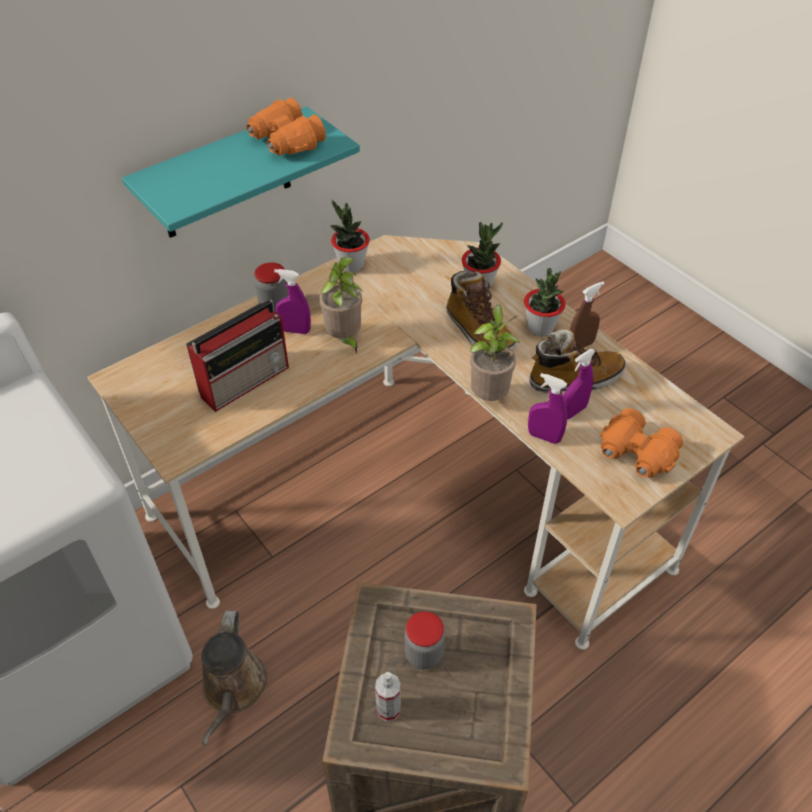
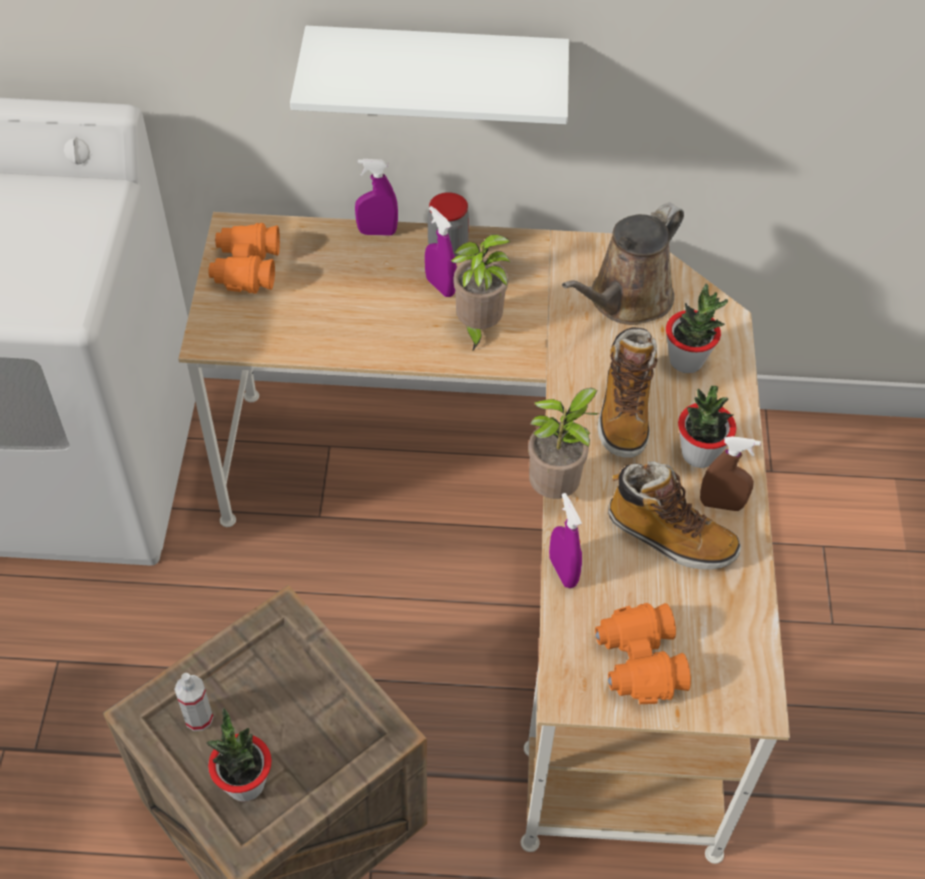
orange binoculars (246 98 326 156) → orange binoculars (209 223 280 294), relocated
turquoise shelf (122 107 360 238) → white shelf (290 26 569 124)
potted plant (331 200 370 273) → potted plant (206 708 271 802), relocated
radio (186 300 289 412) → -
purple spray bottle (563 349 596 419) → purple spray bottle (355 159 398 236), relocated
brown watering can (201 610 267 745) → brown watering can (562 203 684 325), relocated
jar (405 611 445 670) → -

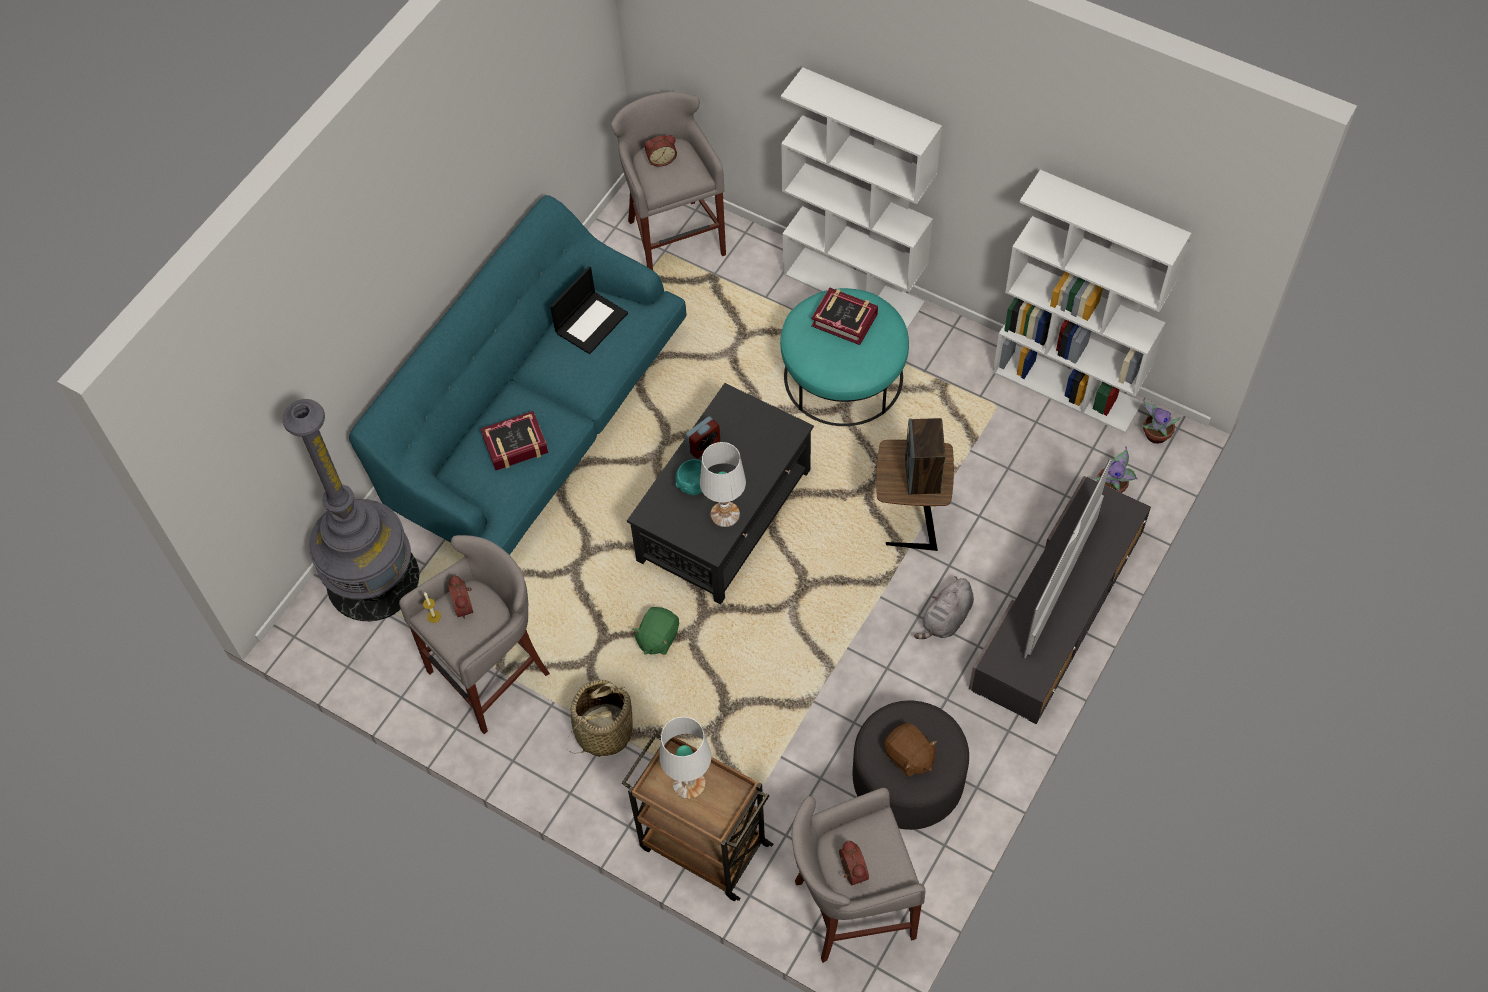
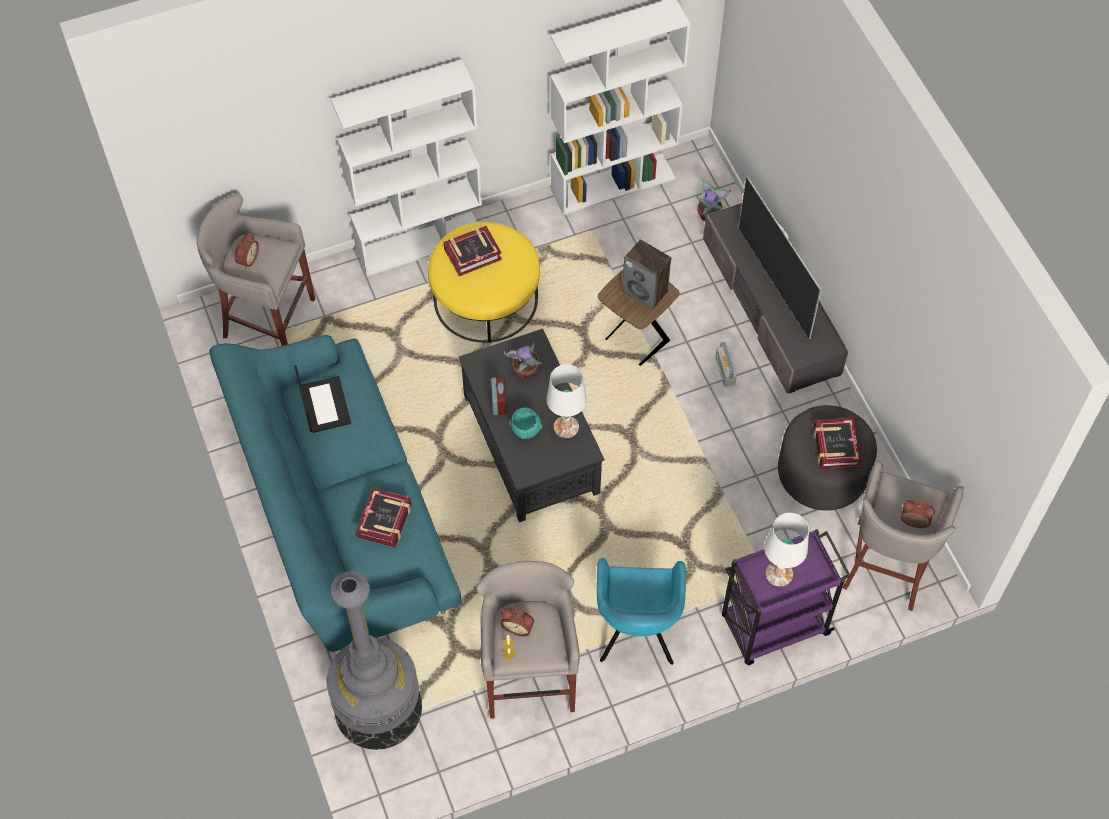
turquoise ottoman (780 288 909 426) → yellow ottoman (428 222 540 343)
potted plant (1142 398 1181 444) → potted plant (504 343 542 378), relocated
grey plush toy (914 576 974 639) → radio (715 342 737 387)
green plush toy (632 607 679 655) → -
basket (568 680 633 757) → turquoise armchair (597 558 686 665)
brown plush toy (884 723 937 777) → book (814 418 861 470)
brown cart (622 732 773 901) → purple cart (722 529 851 665)

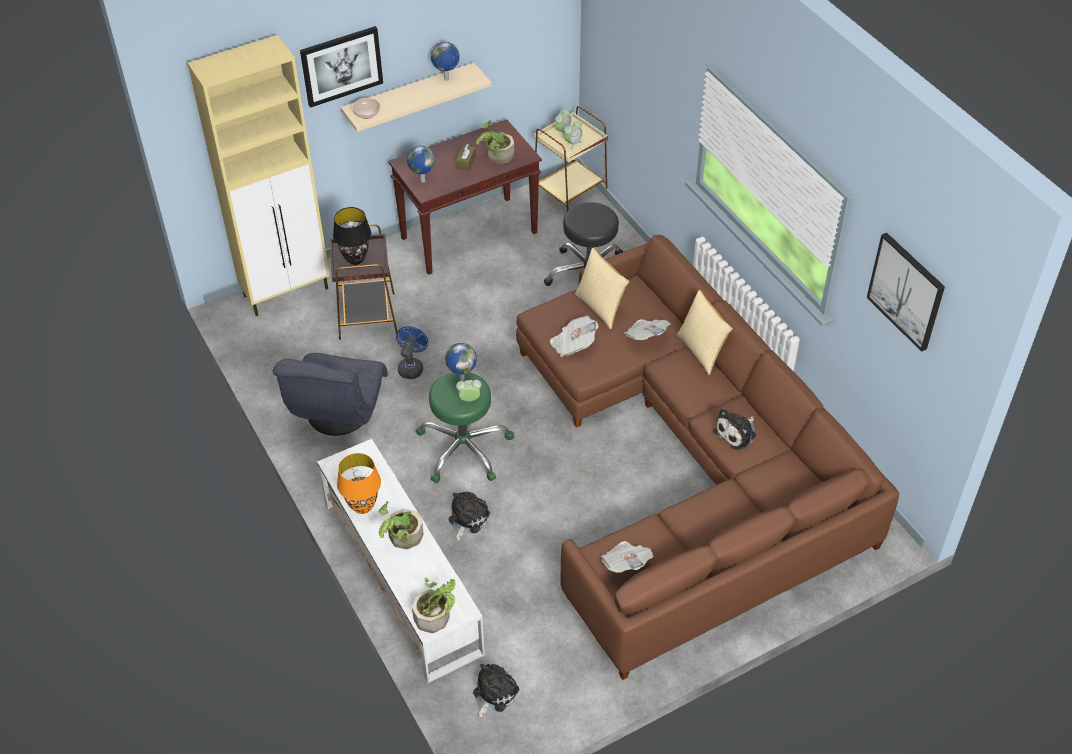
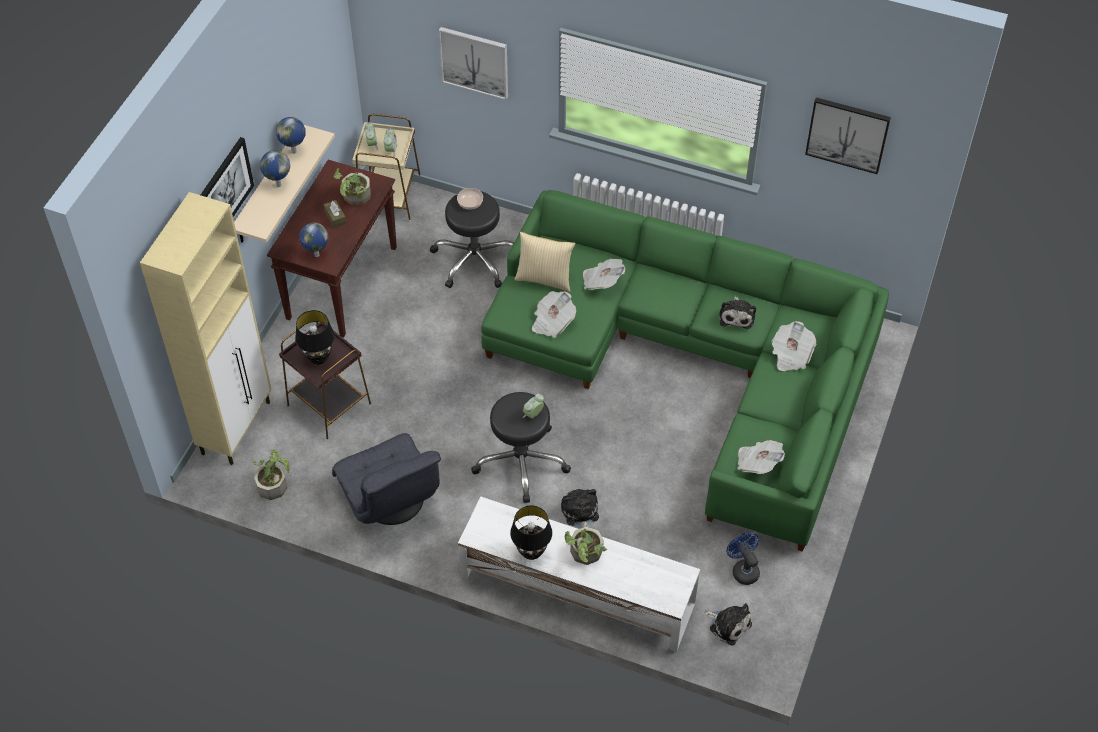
bowl (352 98 380 119) → bowl (457 188 483 210), relocated
brown sofa (516 235 899 680) → green sofa (481 190 889 552)
pillow (677 290 733 375) → -
blue fan (396 326 428 379) → blue fan (727 532 760 585), relocated
globe (445 343 477 381) → globe (260 150 290 187), relocated
green stool (416 372 514 483) → black stool (471 392 571 503)
orange table lamp (337 453 381 514) → black table lamp (510 505 552 560)
potted plant (412 577 456 633) → potted plant (252 449 290 500), relocated
plush toy (473 664 519 719) → plush toy (704 603 752 646), 135 degrees clockwise
- → picture (438 27 508 100)
- → newspaper (772 321 817 371)

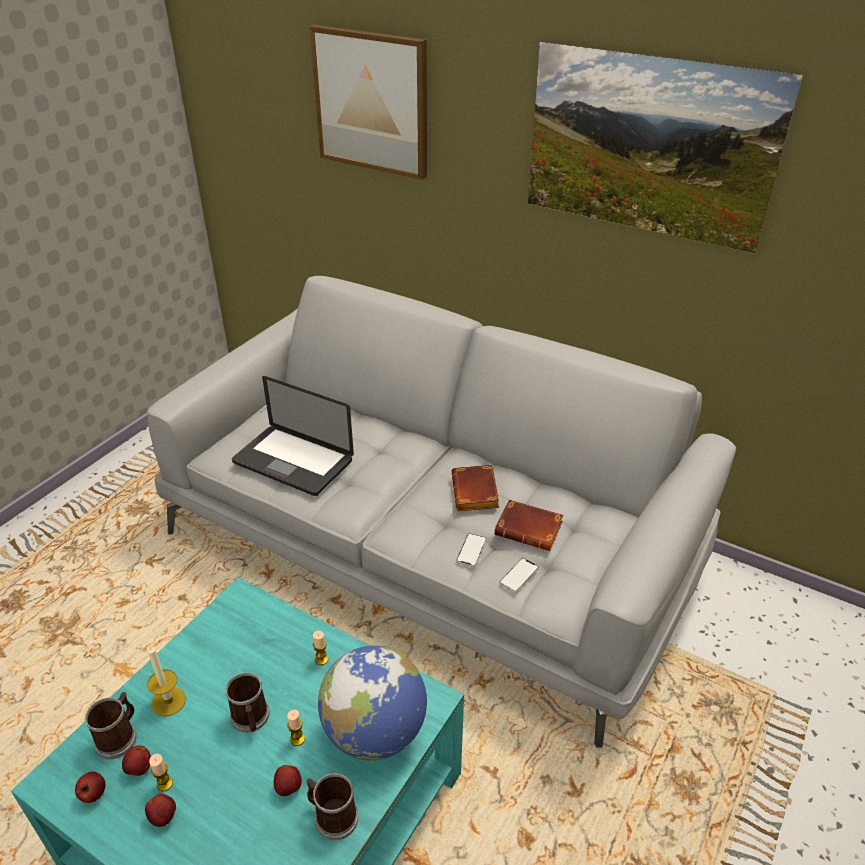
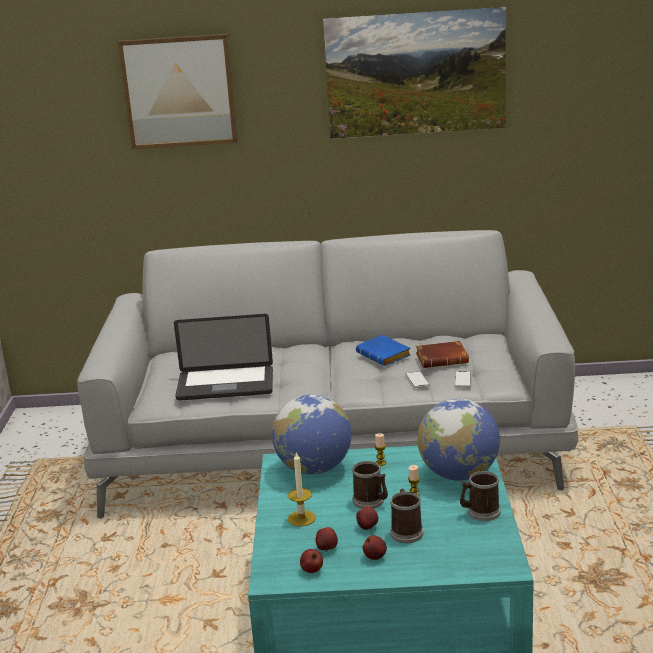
brown book (452 465 499 511) → blue book (356 335 411 366)
mug (85 692 137 759) → mug (390 489 423 543), relocated
candle (149 754 173 791) → -
apple (274 765 302 796) → apple (356 506 378 530), relocated
- → globe (272 394 351 474)

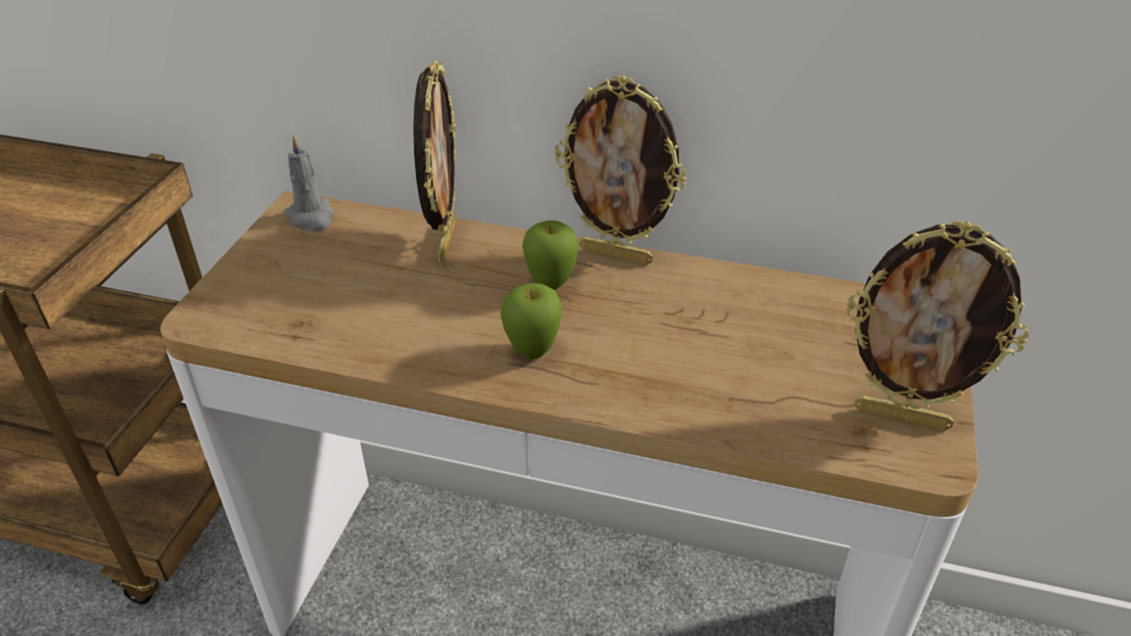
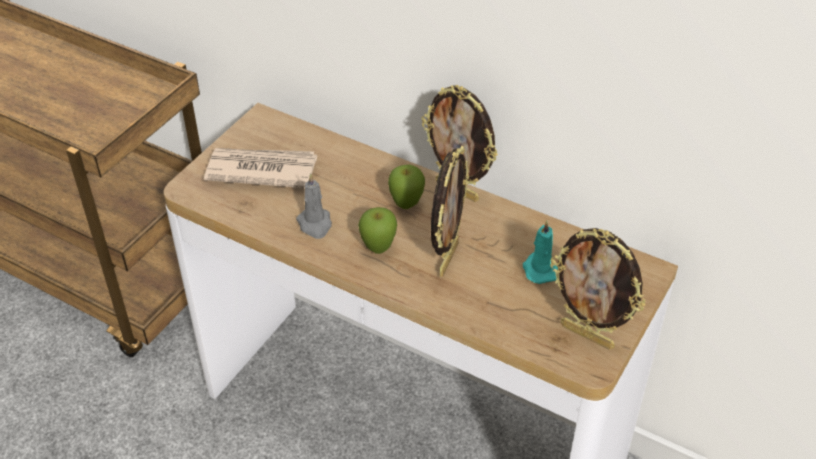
picture frame (413 60 456 263) → picture frame (431 146 469 276), relocated
grey candle (283 135 334 232) → grey candle (296 173 332 239), relocated
- → newspaper (204 148 317 188)
- → turquoise candle (523 220 558 284)

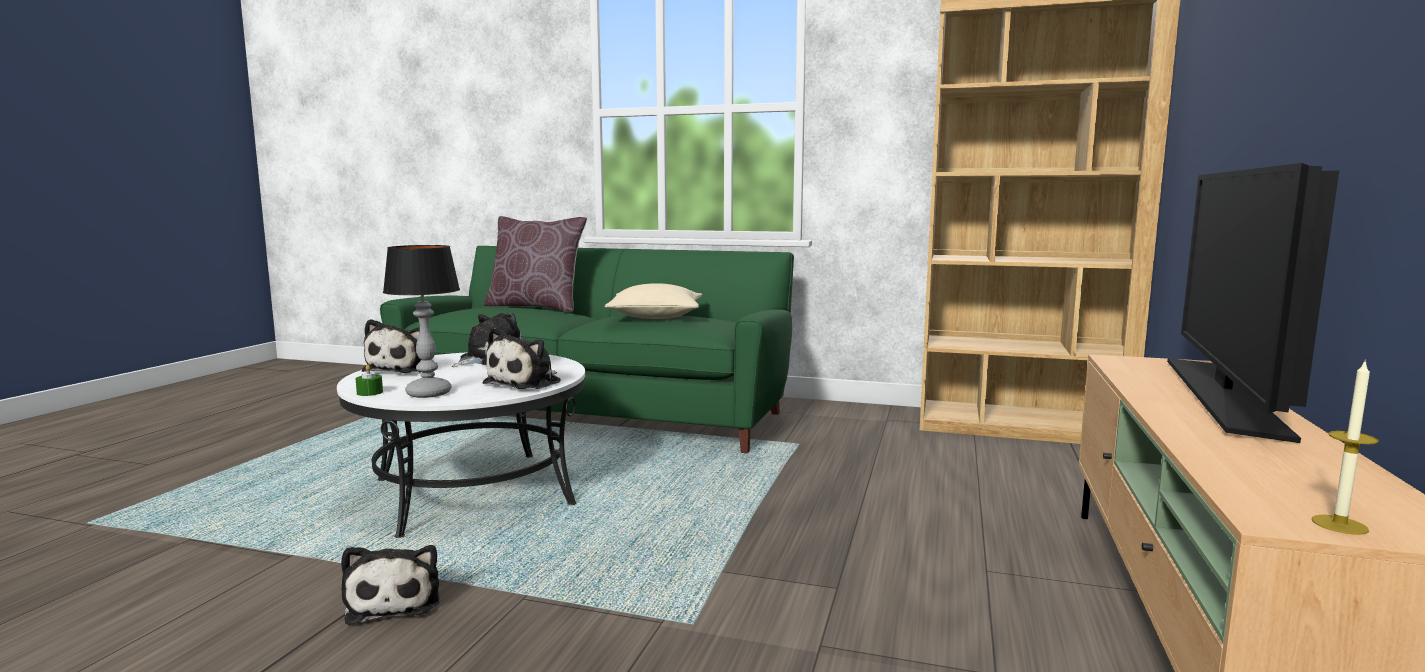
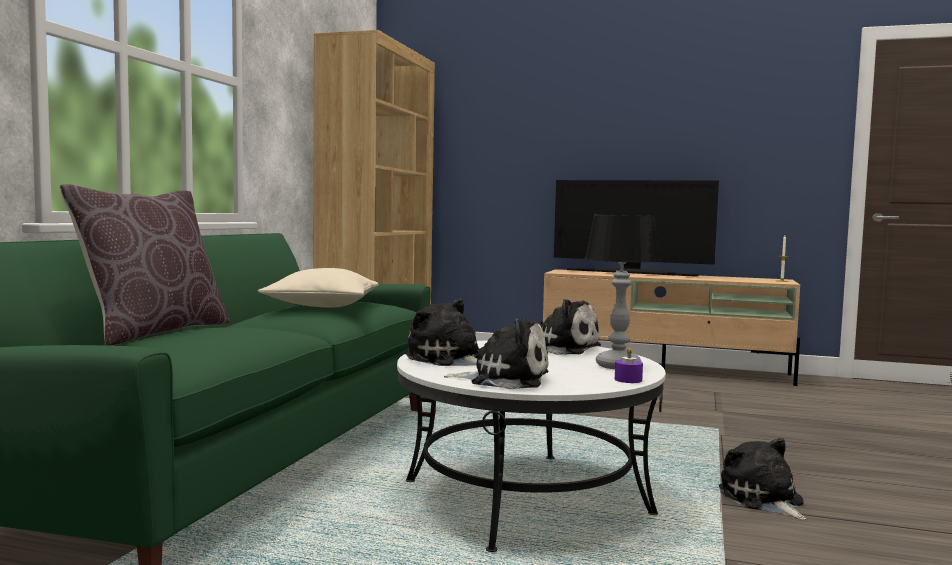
green candle (356 364 383 396) → purple candle (615 348 643 383)
plush toy (341 545 440 625) → plush toy (719 438 806 520), 90 degrees counterclockwise

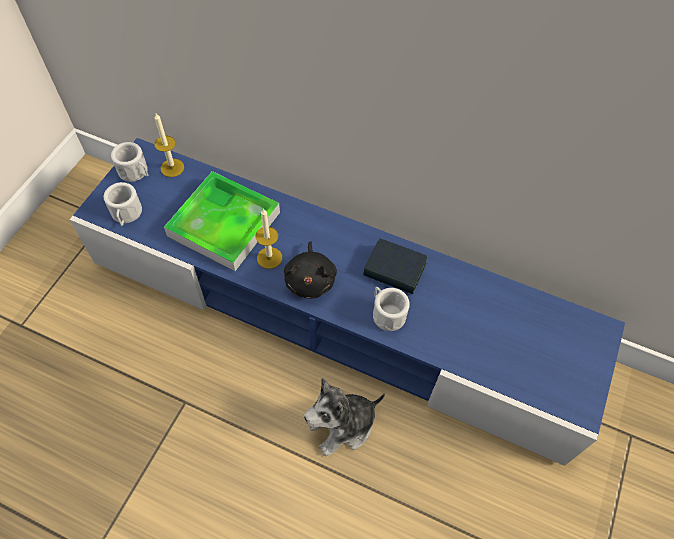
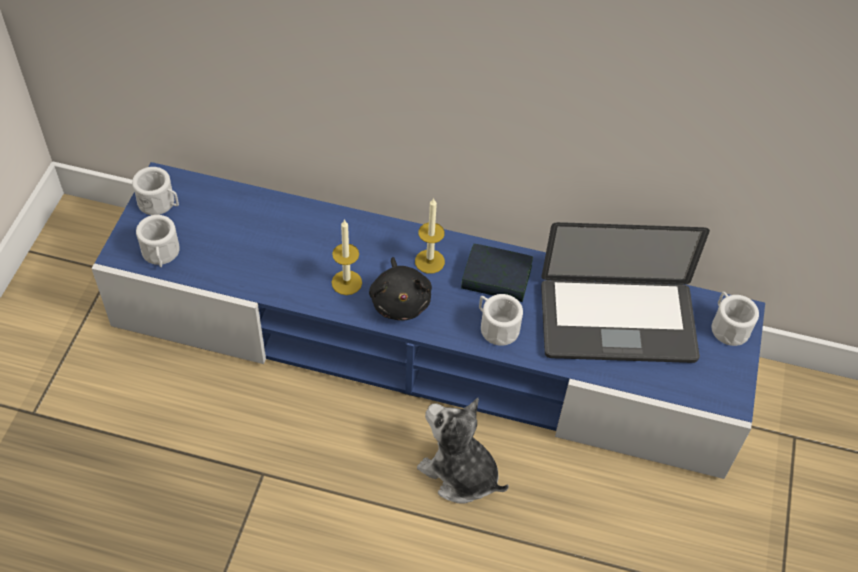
candle (154 113 184 177) → candle (415 198 445 274), relocated
tray (164 171 280 271) → -
plush toy (304 377 385 456) → plush toy (417 398 509 504), 75 degrees clockwise
- → laptop (541 222 710 363)
- → white mug (712 292 759 346)

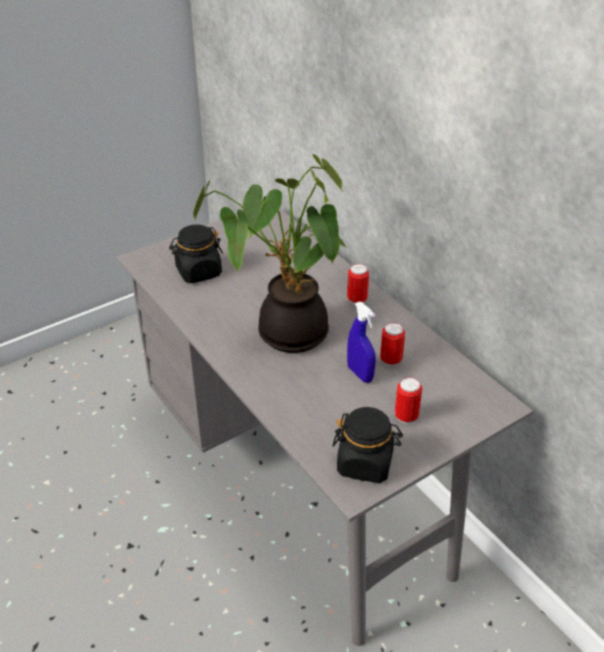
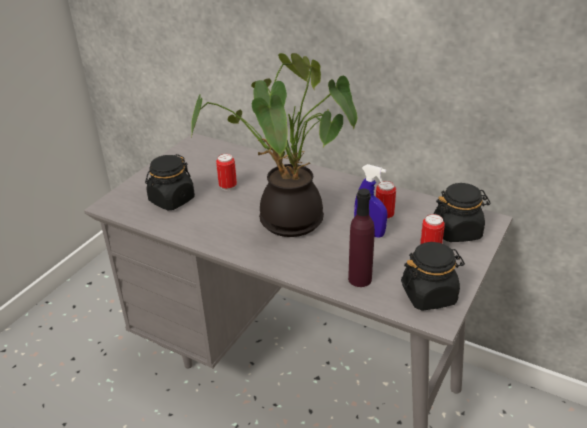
can (347 264 369 305) → can (216 154 237 191), relocated
- → black jar (433 183 491 242)
- → purple bottle (348 188 374 287)

